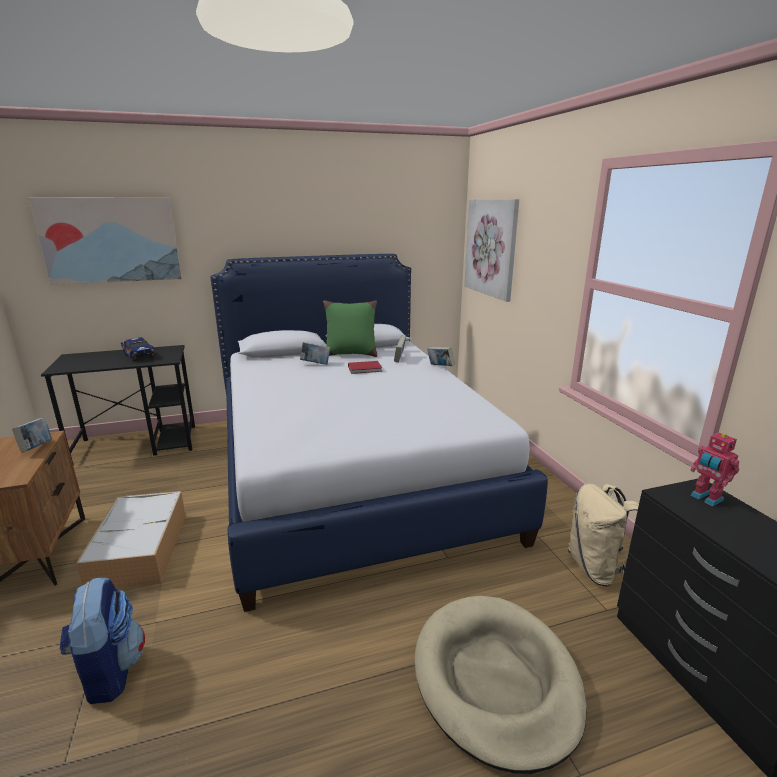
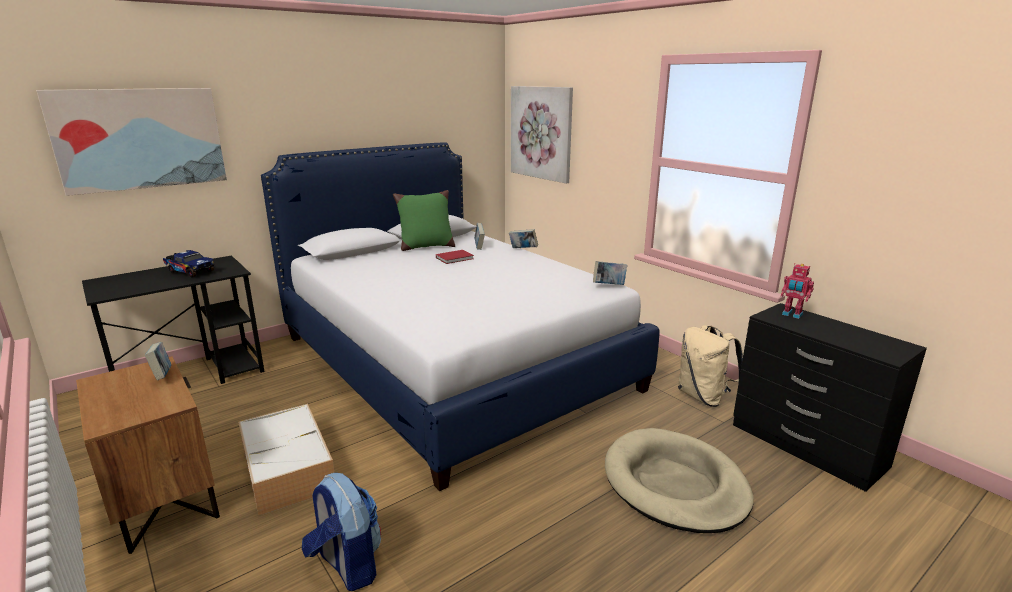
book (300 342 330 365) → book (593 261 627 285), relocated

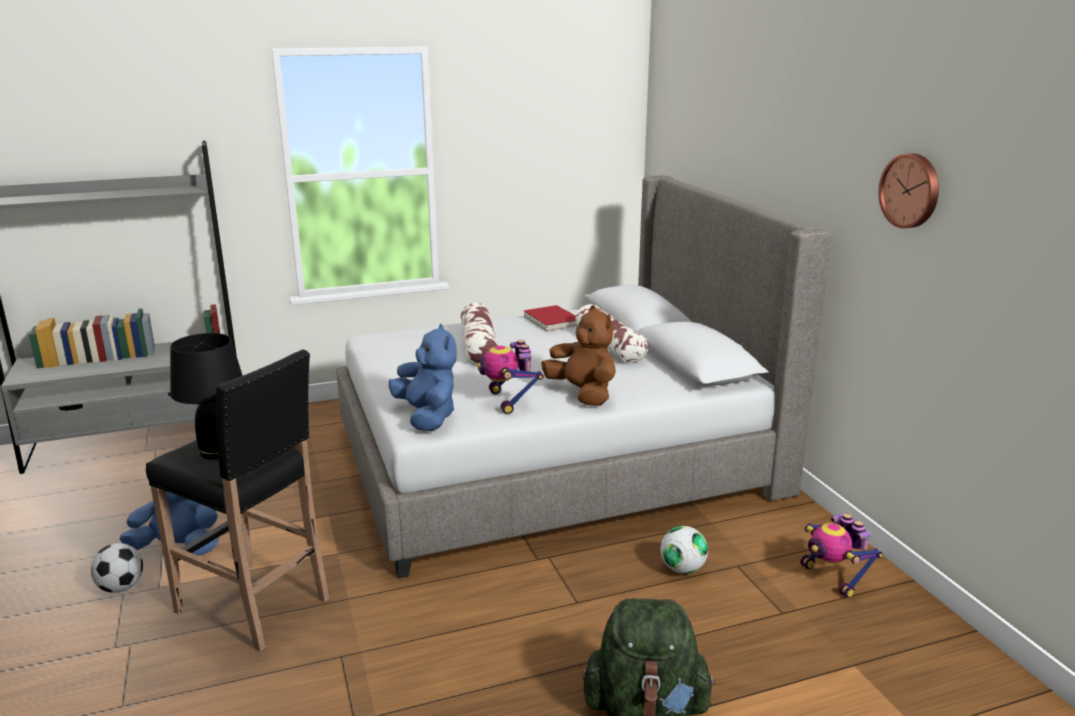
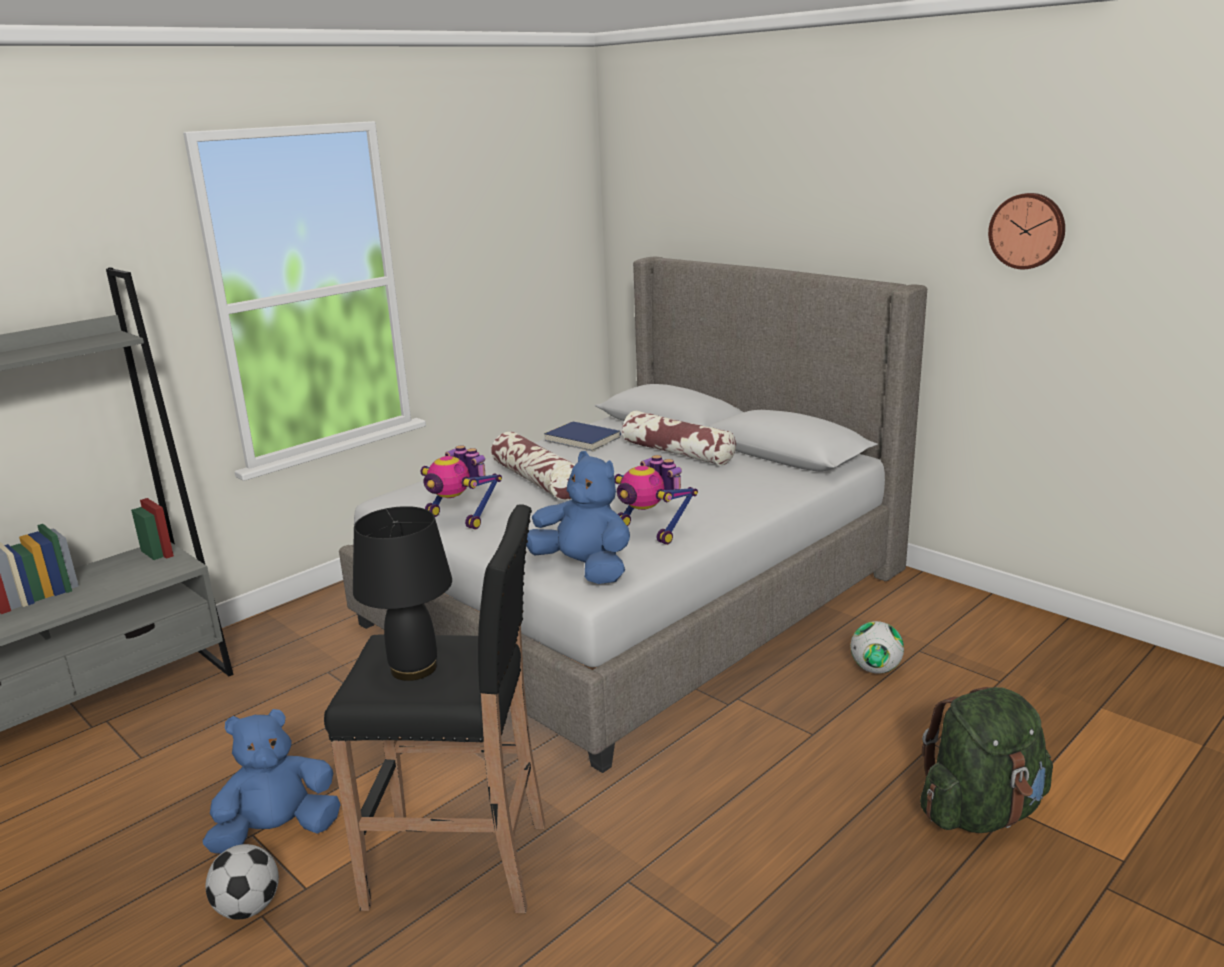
red book (523 305 577 332) → blue book (544 421 621 452)
brown plush toy (541 305 616 406) → -
toy robot (800 513 883 598) → toy robot (420 445 502 529), relocated

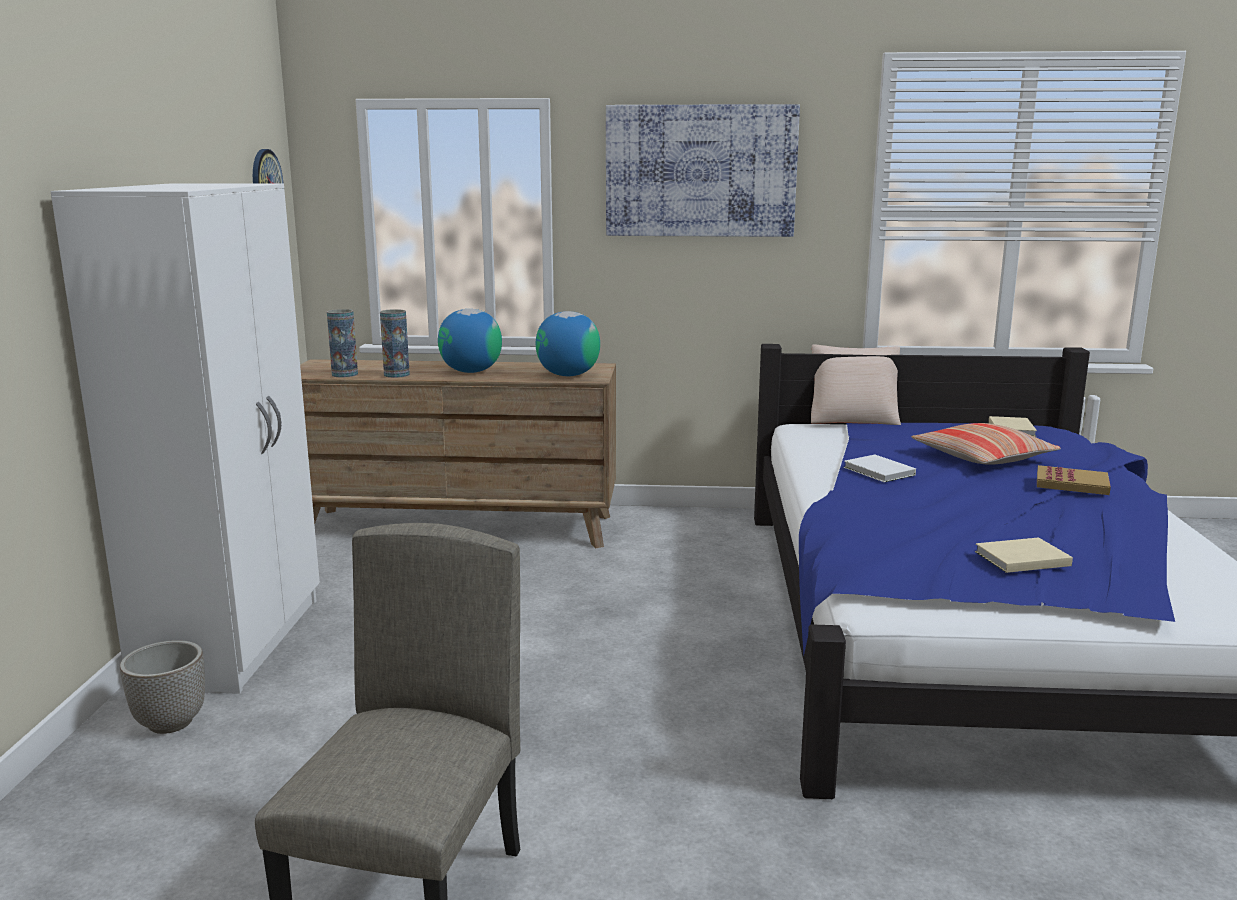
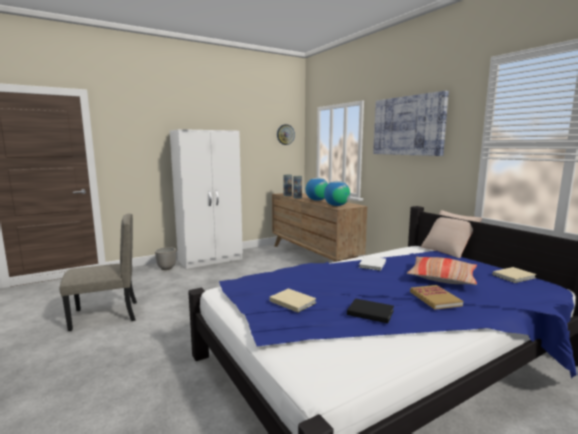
- → black book (347 298 394 323)

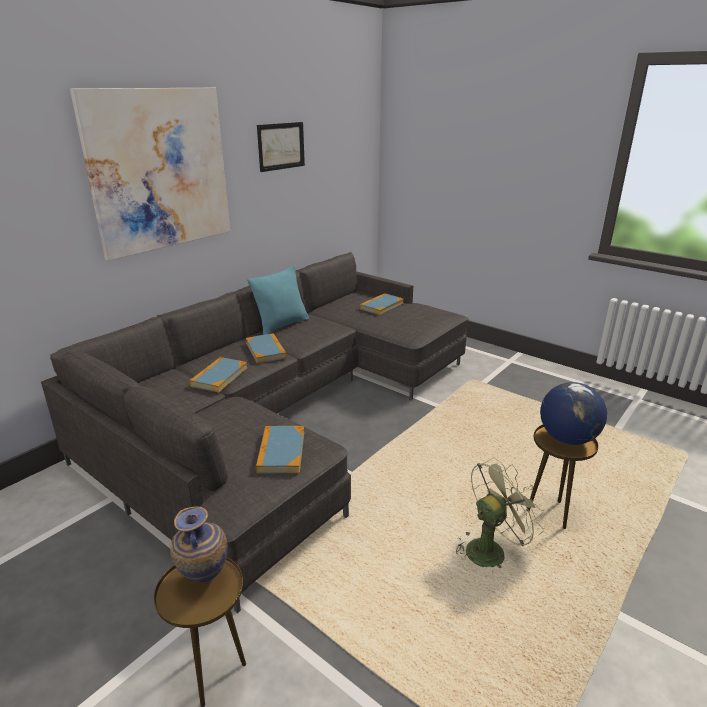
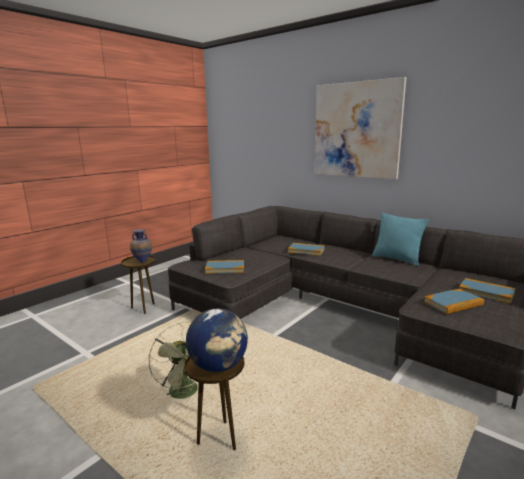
picture (257 122 305 172) → -
book (246 333 287 363) → book (424 289 484 314), relocated

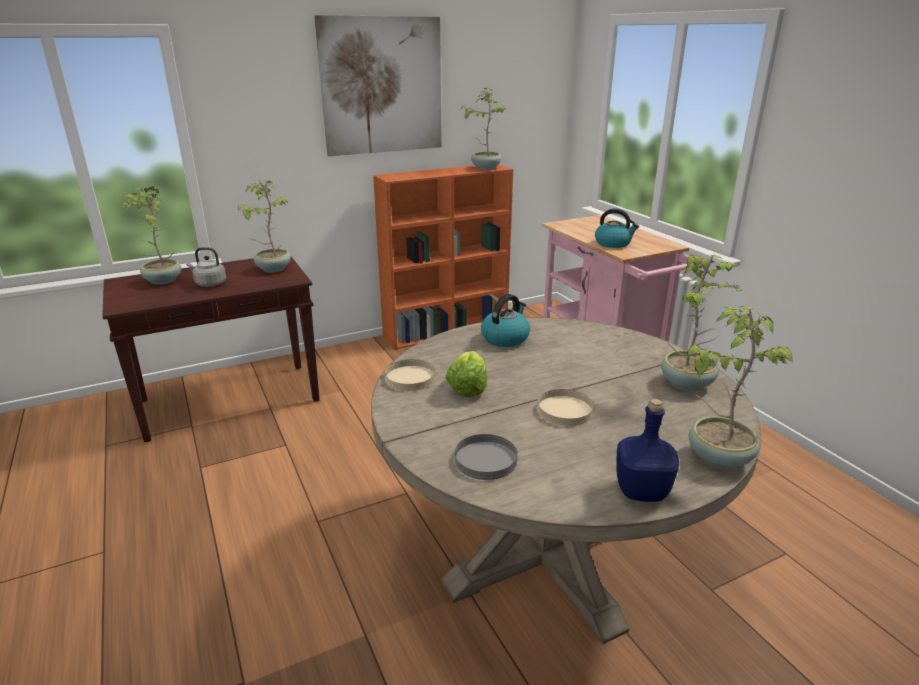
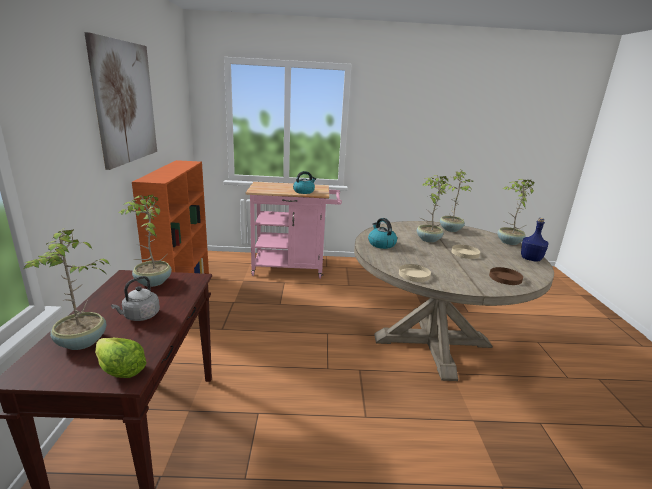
potted plant (461 88 506 170) → potted plant (417 175 449 243), relocated
lettuce (445 351 487 397) → lettuce (95 338 146 378), relocated
grey plate (455 434 517 480) → brown plate (489 267 523 285)

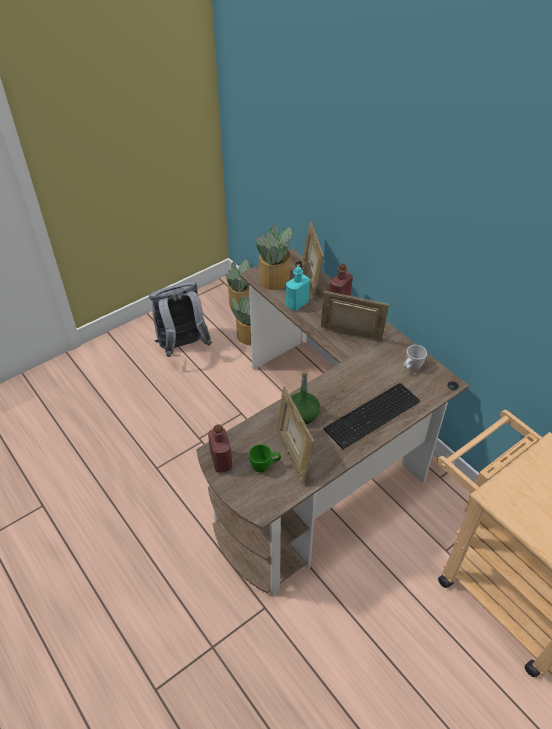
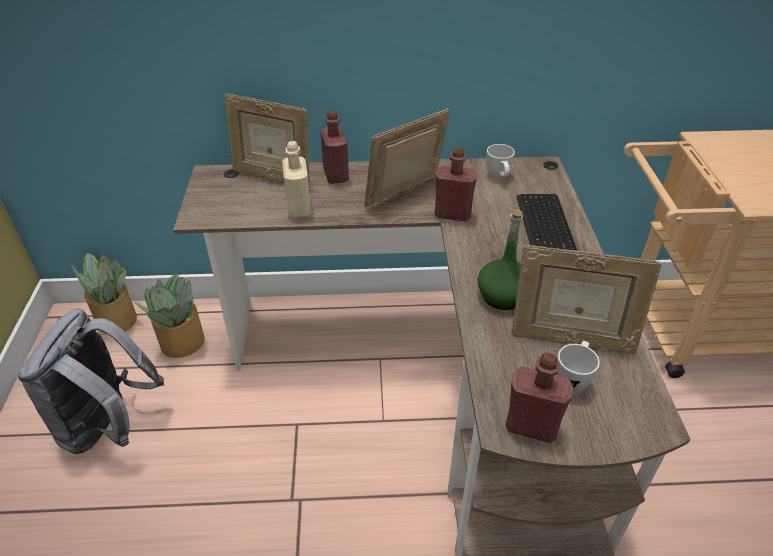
potted plant (256 224 291 290) → -
turquoise bottle (286 266 310 311) → beige bottle (282 141 311 218)
green mug (249 444 281 472) → white mug (557 341 600 394)
- → red bottle (435 147 477 221)

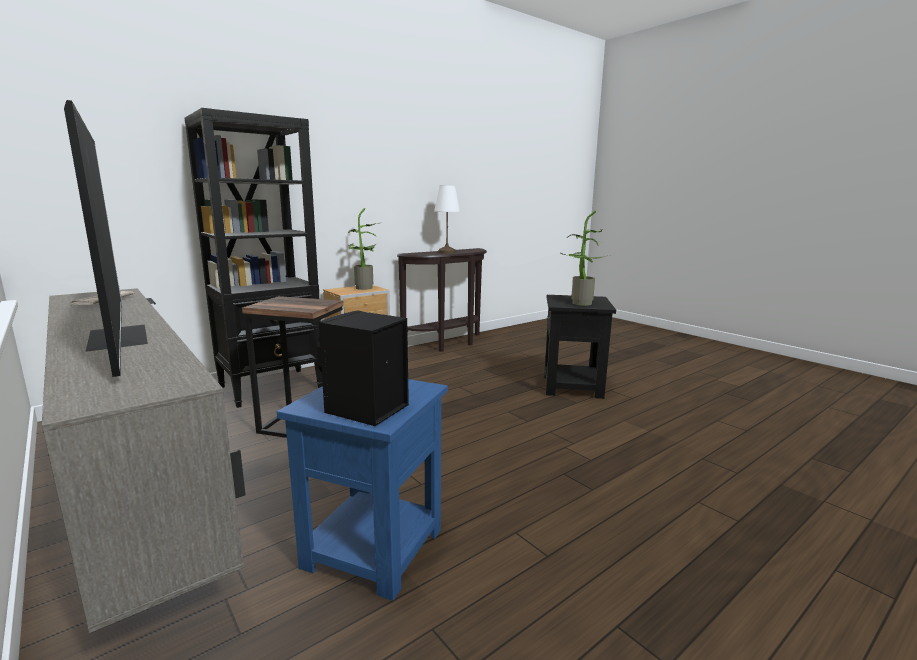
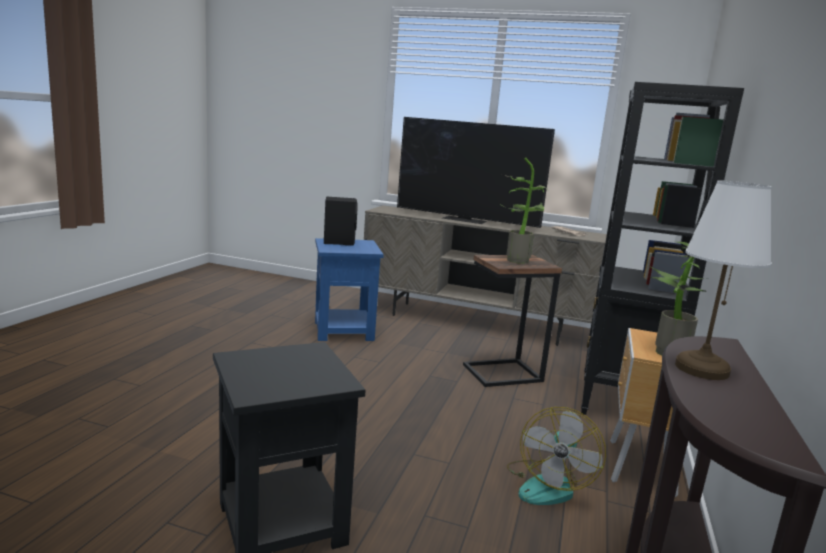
potted plant (561 211 608 306) → potted plant (501 158 546 264), relocated
- → fan (507 407 606 505)

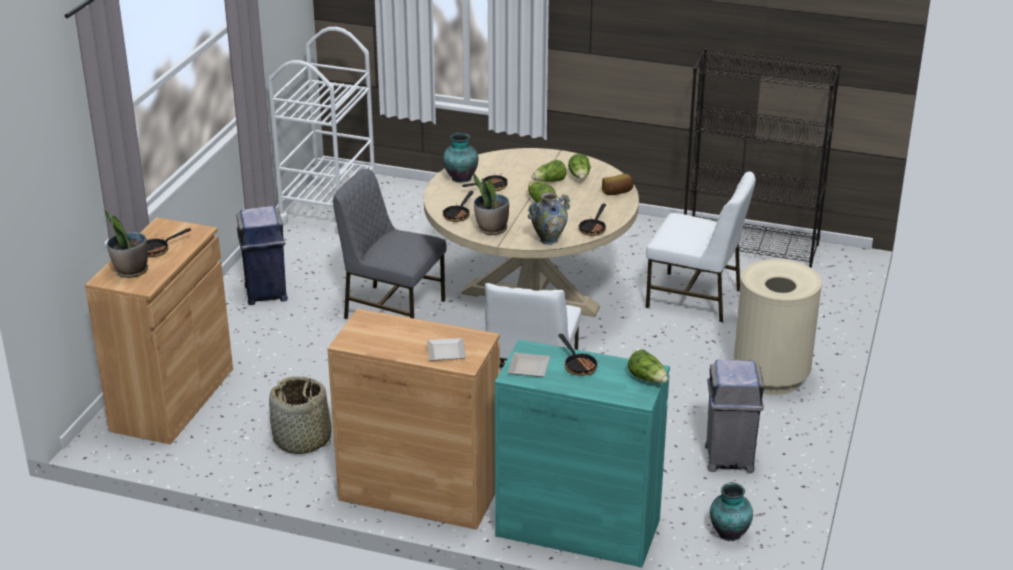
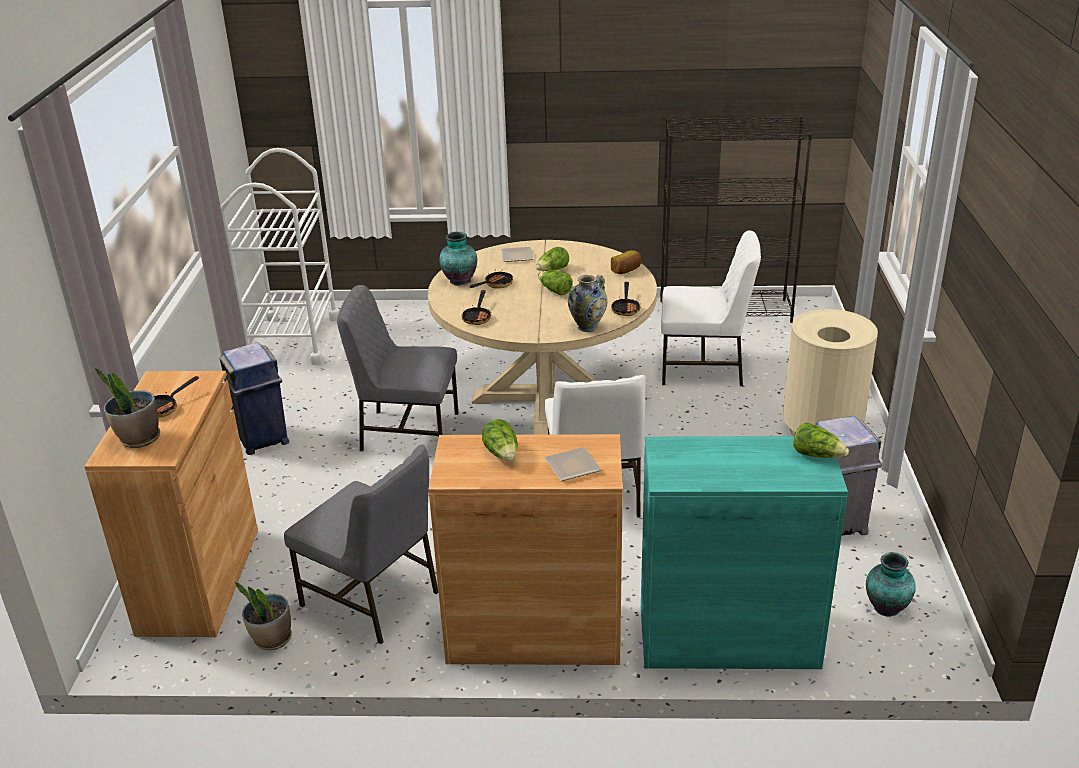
lettuce (568 154 591 179) → lettuce (482 419 518 461), relocated
potted plant (473 173 509 235) → potted plant (235 582 292 650), relocated
frying pan (559 334 599 376) → -
plate (508 353 550 377) → plate (501 247 533 262), relocated
basket (269 376 332 454) → grey chair (284 444 439 644)

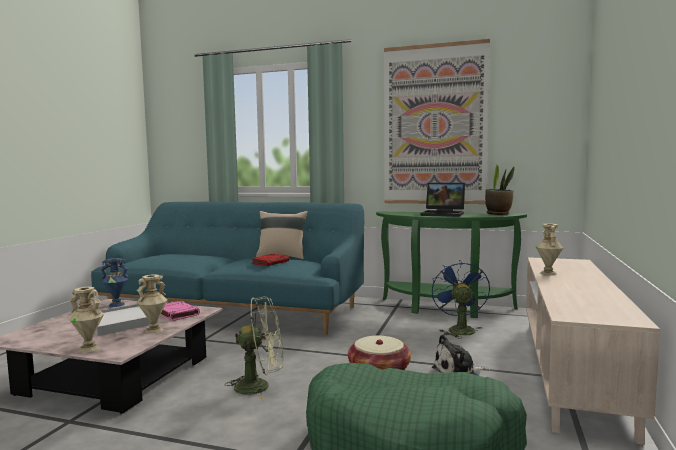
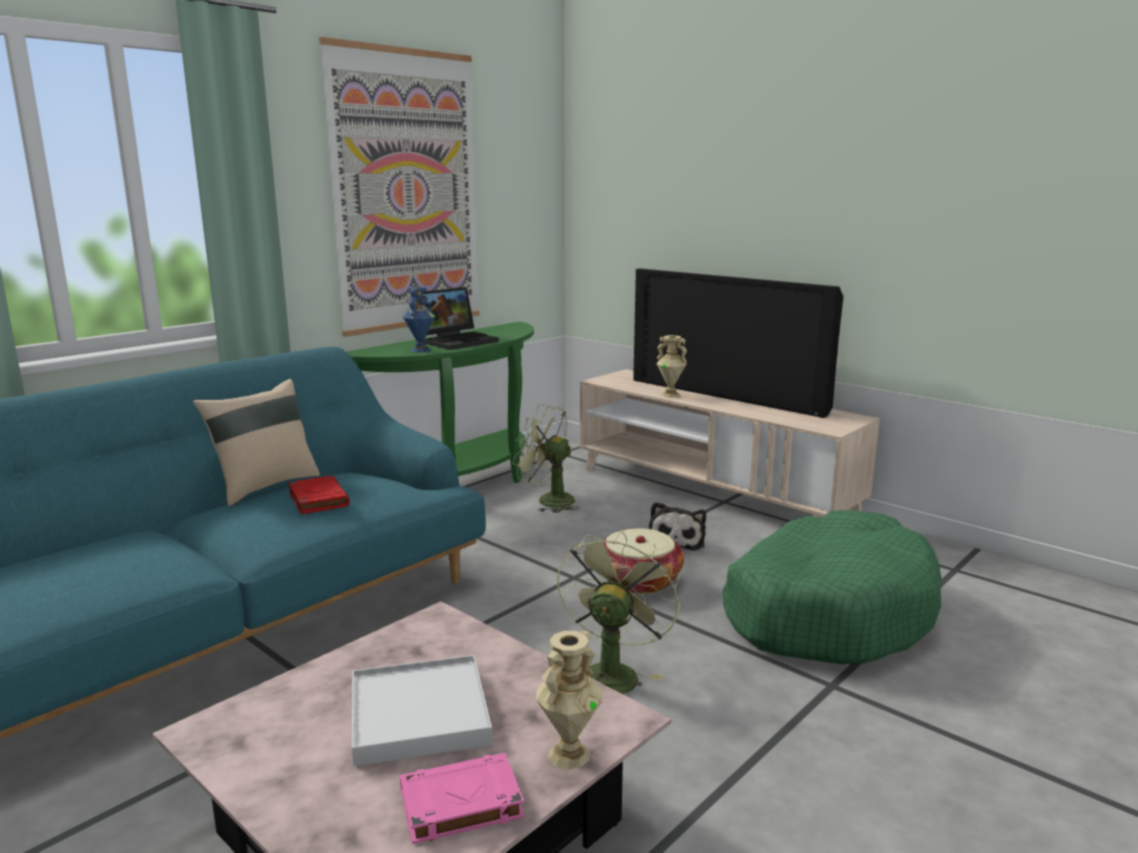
potted plant (485 164 514 215) → -
blue vase (101 258 128 307) → blue vase (402 286 435 353), relocated
blue fan (432 260 490 338) → green fan (513 404 580 513)
beige vase (137 275 167 334) → -
pink book (160 301 200 321) → pink book (400 753 524 844), relocated
- → television (633 268 843 418)

